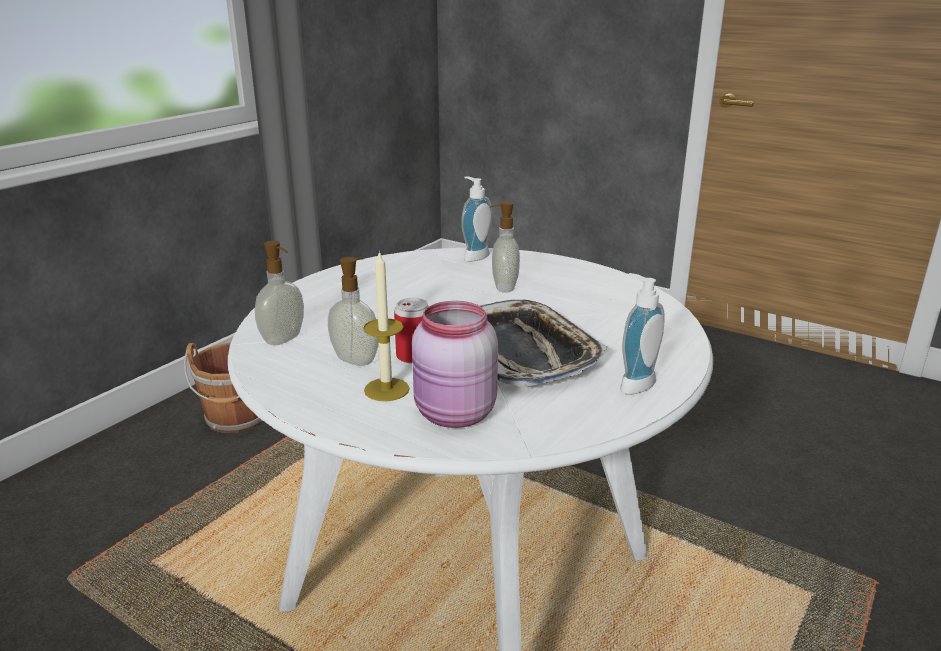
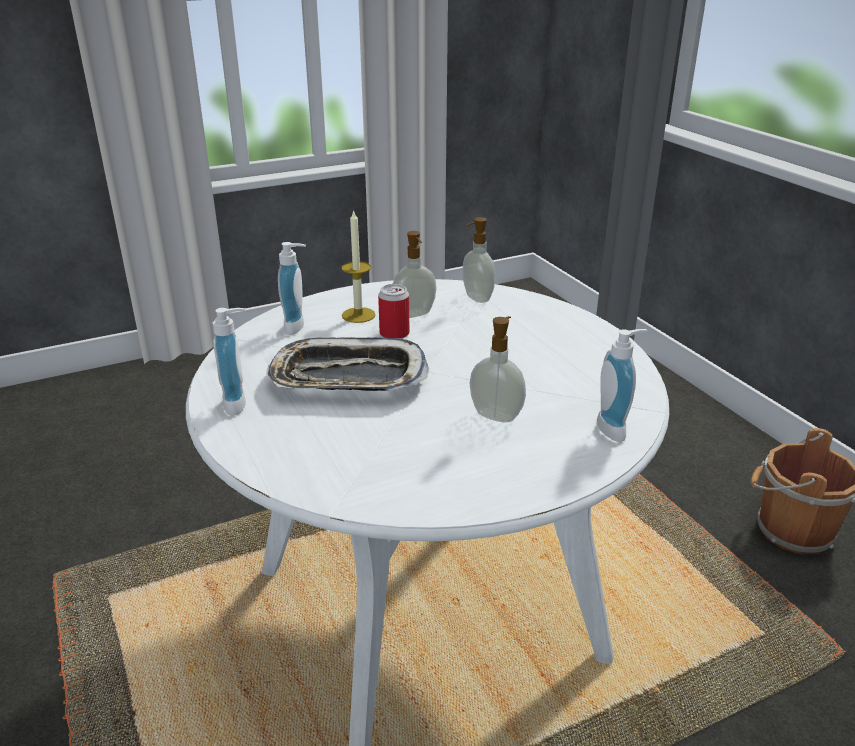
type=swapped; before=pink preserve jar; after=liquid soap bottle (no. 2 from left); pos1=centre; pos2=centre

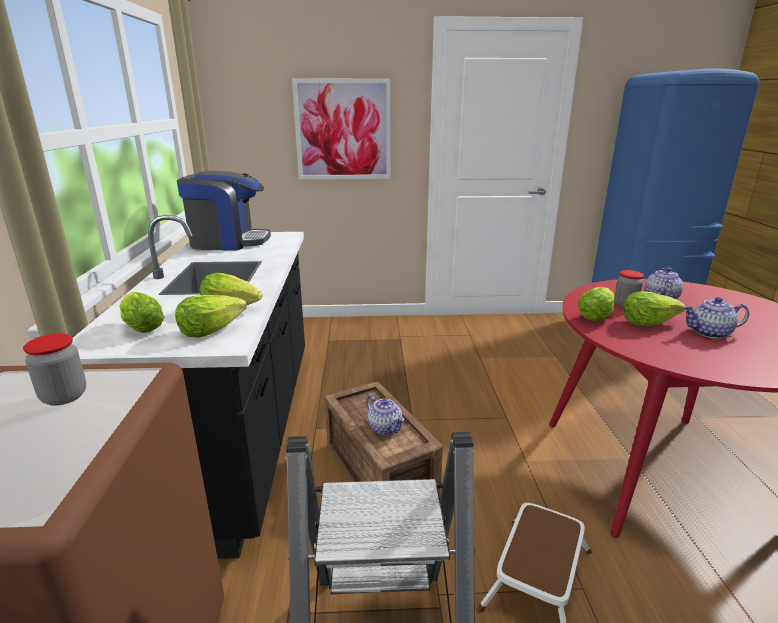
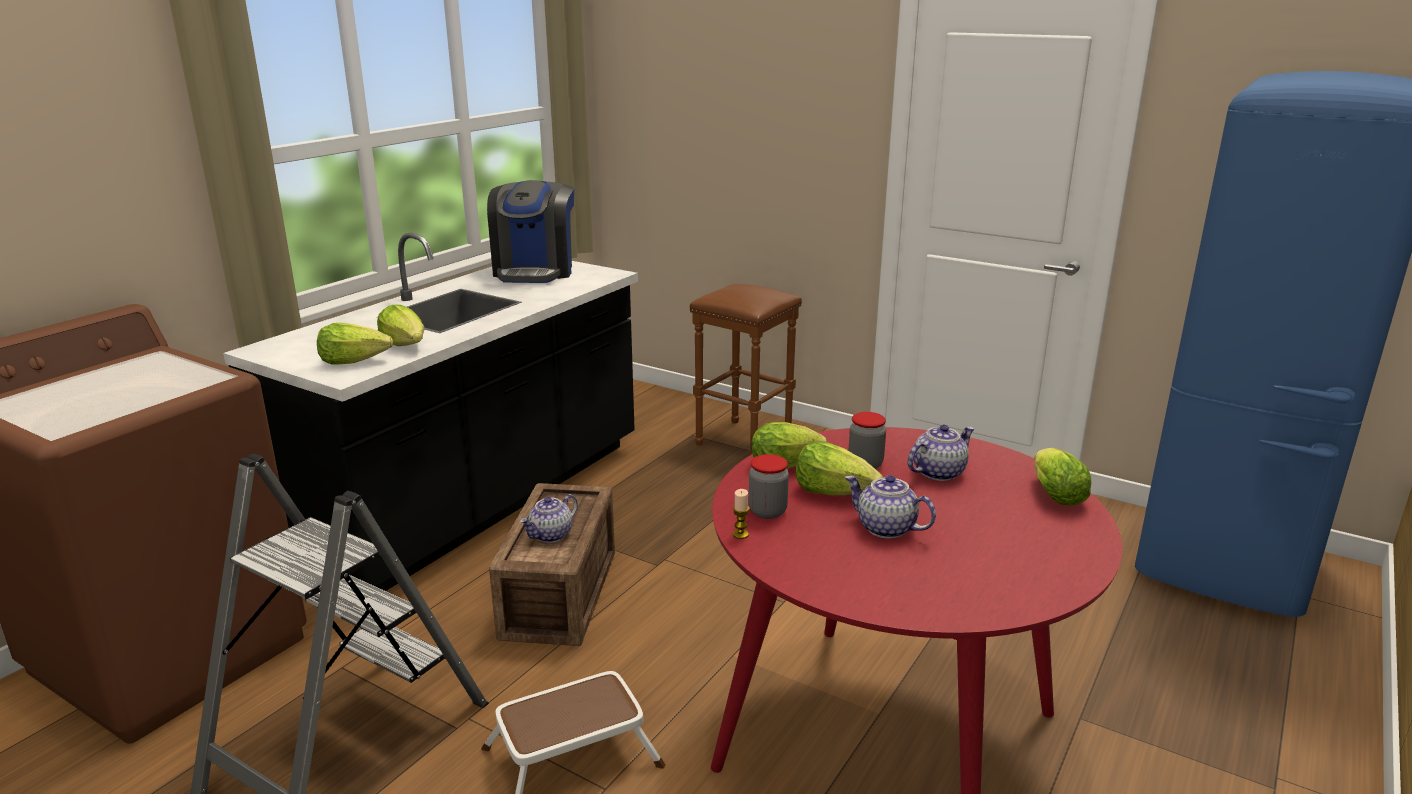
type=gone; before=wall art; pos1=top centre
type=new; after=brown stool; pos2=centre
type=new; after=wax light; pos2=centre
type=shifted; before=preserve jar (no. 1 from left); pos1=middle left; pos2=centre
type=shifted; before=lettuce head (no. 1 from left in the first image); after=lettuce head (no. 5 from left); pos1=middle left; pos2=middle right
type=rotated; before=coffee maker; pos1=middle left; pos2=top centre; turn=60
type=rotated; before=pot for tea (no. 1 from left); pos1=centre; pos2=centre; turn=45

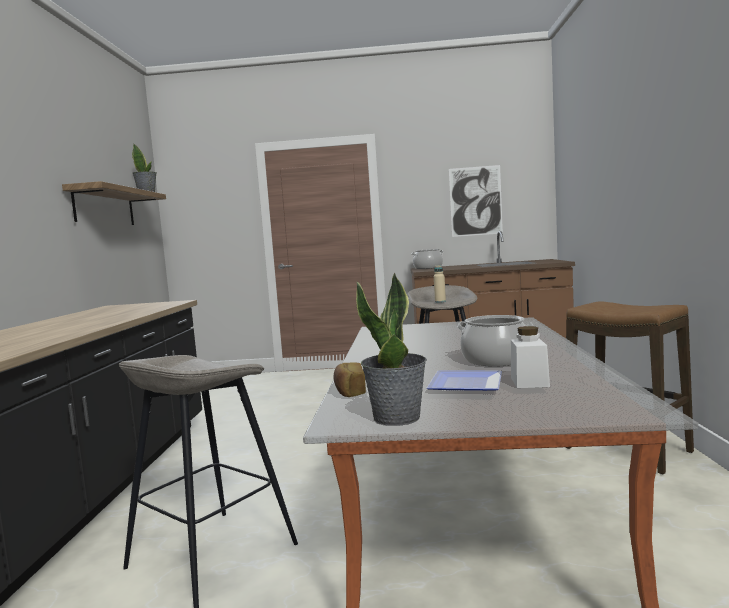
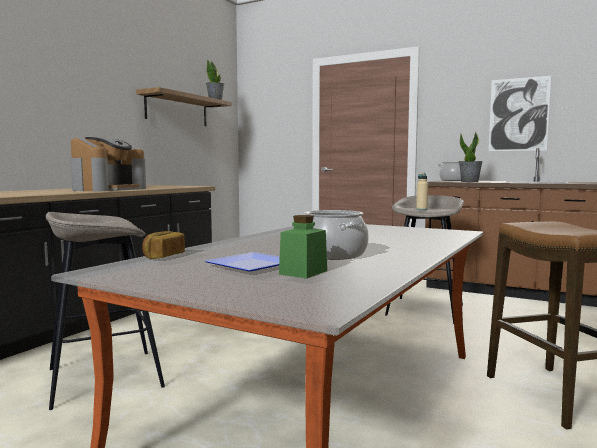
type=new; after=coffee maker; pos2=middle left
type=shifted; before=potted plant (no. 2 from left); pos1=centre; pos2=middle right
type=repainted; before=white preserve jar; after=greenish preserve jar; pos1=middle right; pos2=centre

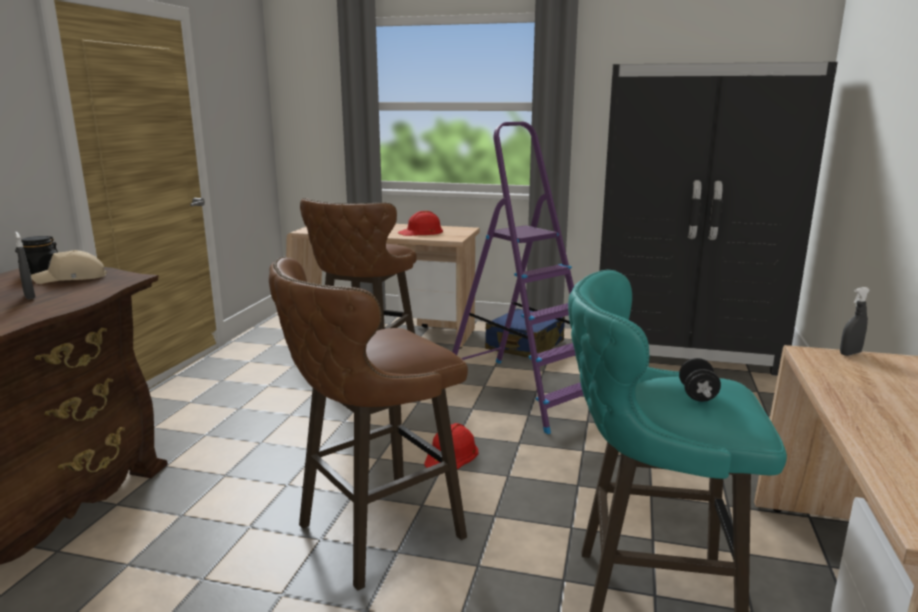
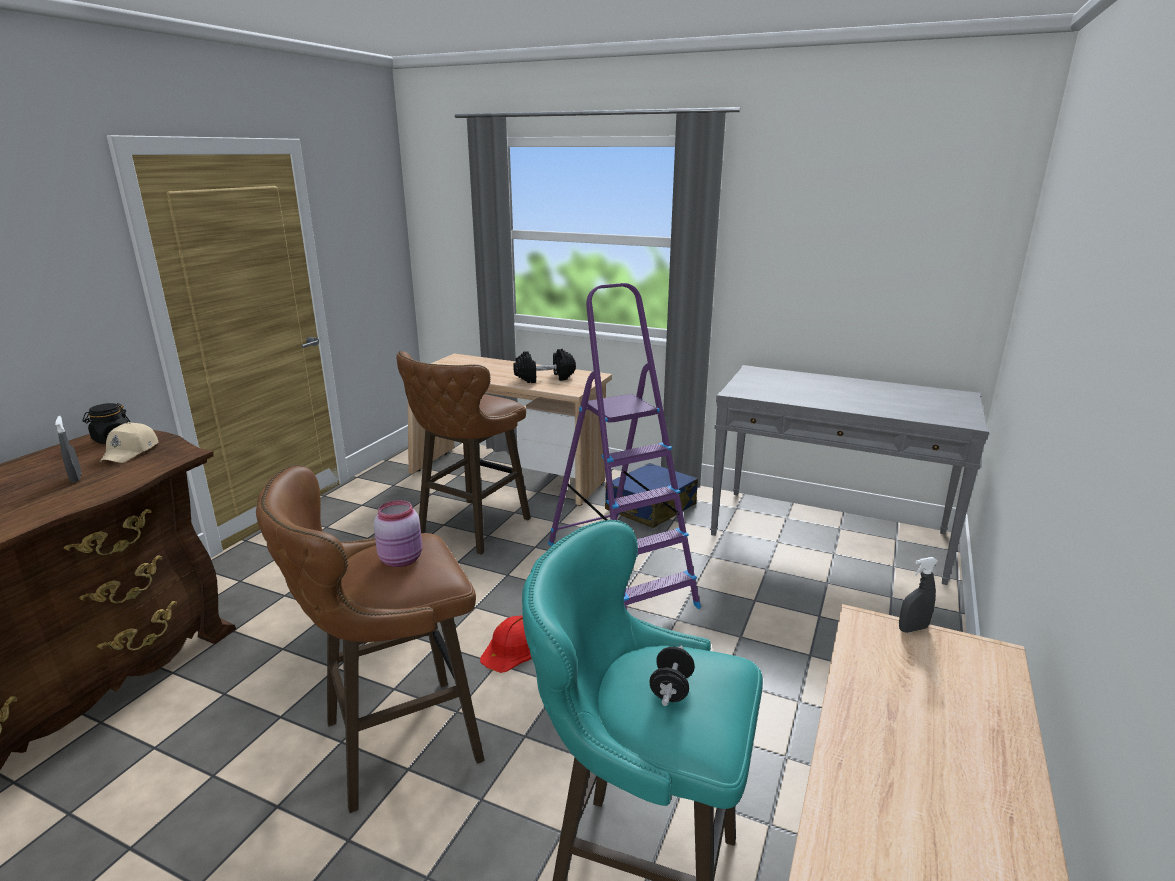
type=new; after=pink preserve jar; pos2=centre
type=swapped; before=red hard hat (no. 1 from left); after=black-coloured dumbbell (no. 1 from left); pos1=centre; pos2=centre
type=swapped; before=black-coloured storage cabinet; after=gray console table; pos1=middle right; pos2=middle right
type=rotated; before=beige-coloured baseball cap; pos1=middle left; pos2=middle left; turn=-75

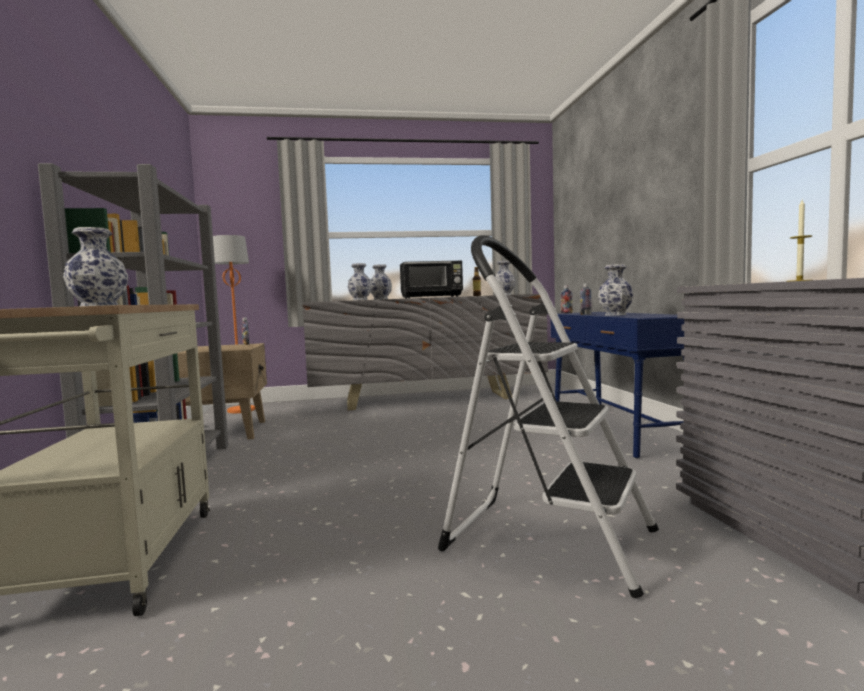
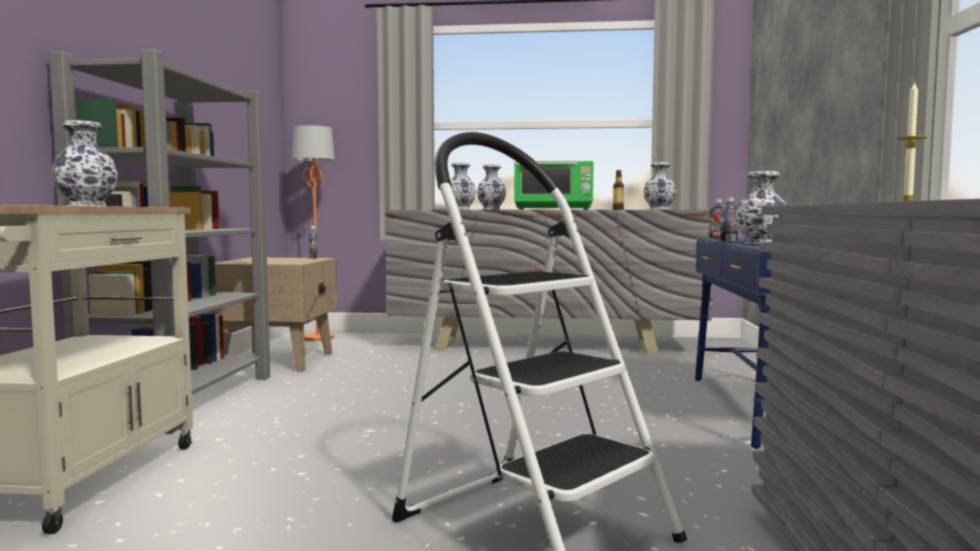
type=repainted; before=black-coloured microwave; after=greenish microwave; pos1=centre; pos2=centre

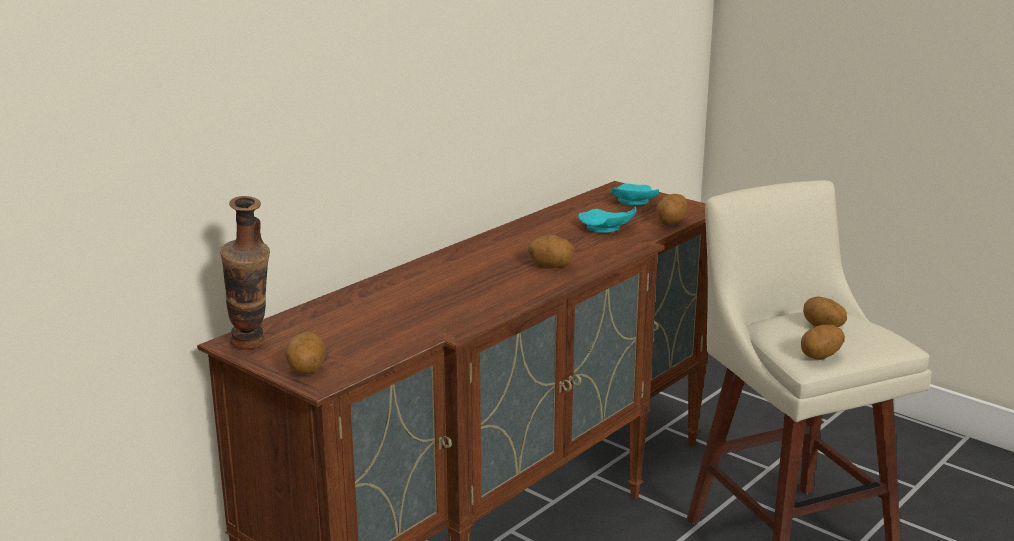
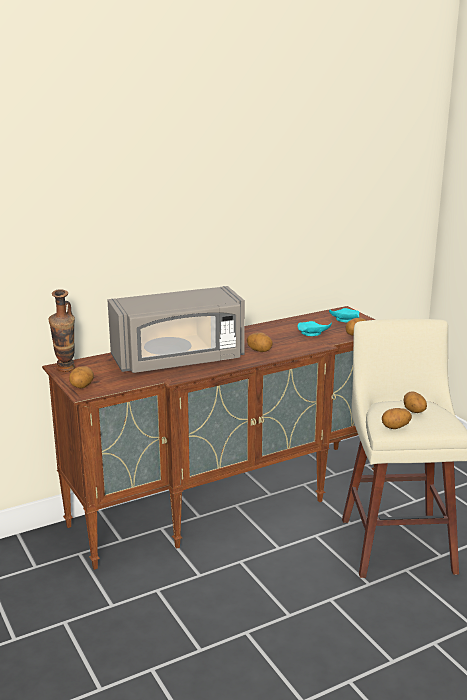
type=new; after=gray microwave; pos2=centre

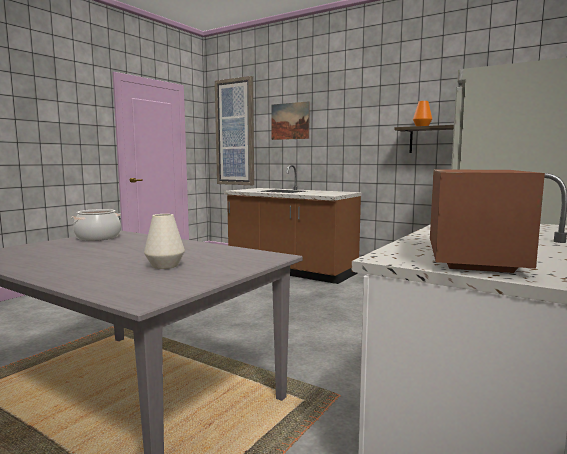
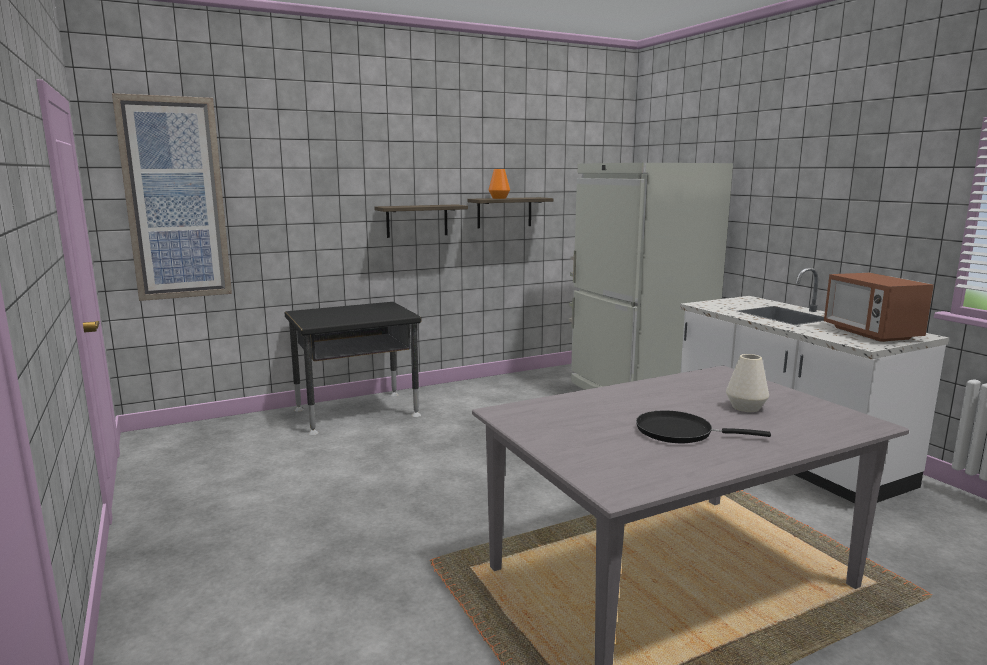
type=gone; before=saucepot; pos1=middle left
type=gone; before=wall art (no. 2 from left); pos1=top centre
type=new; after=bracket shelf (no. 1 from left); pos2=top centre
type=new; after=black-coloured skillet; pos2=middle right
type=swapped; before=brown kitchen base unit; after=black-coloured desk unit; pos1=centre; pos2=centre
type=rotated; before=microwave; pos1=middle right; pos2=middle right; turn=-150

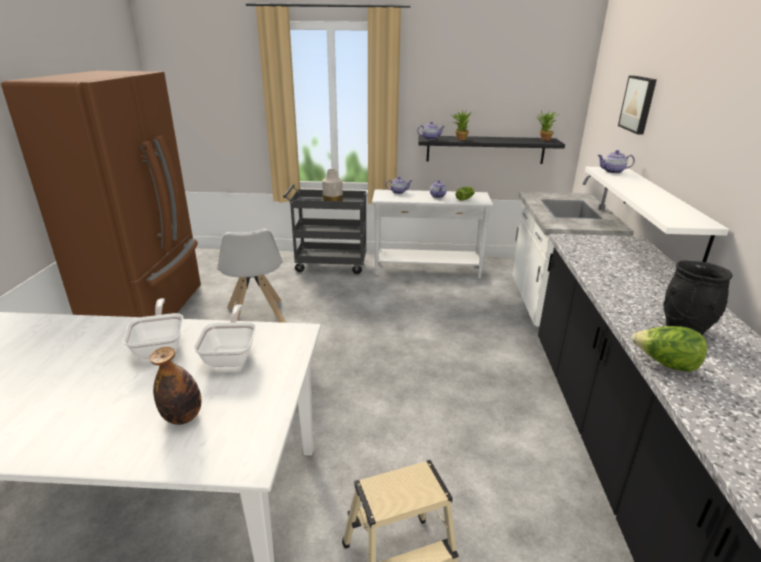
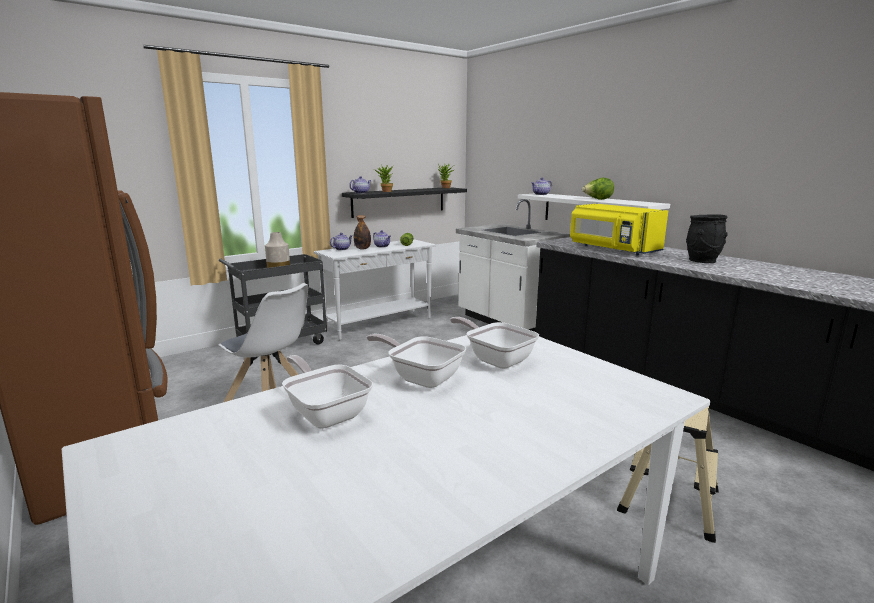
type=gone; before=wall art; pos1=top right
type=new; after=skillet (no. 1 from left); pos2=centre
type=new; after=yellow microwave; pos2=middle right
type=shifted; before=drink bottle; pos1=bottom left; pos2=centre
type=shifted; before=lettuce head (no. 2 from left); pos1=middle right; pos2=top right

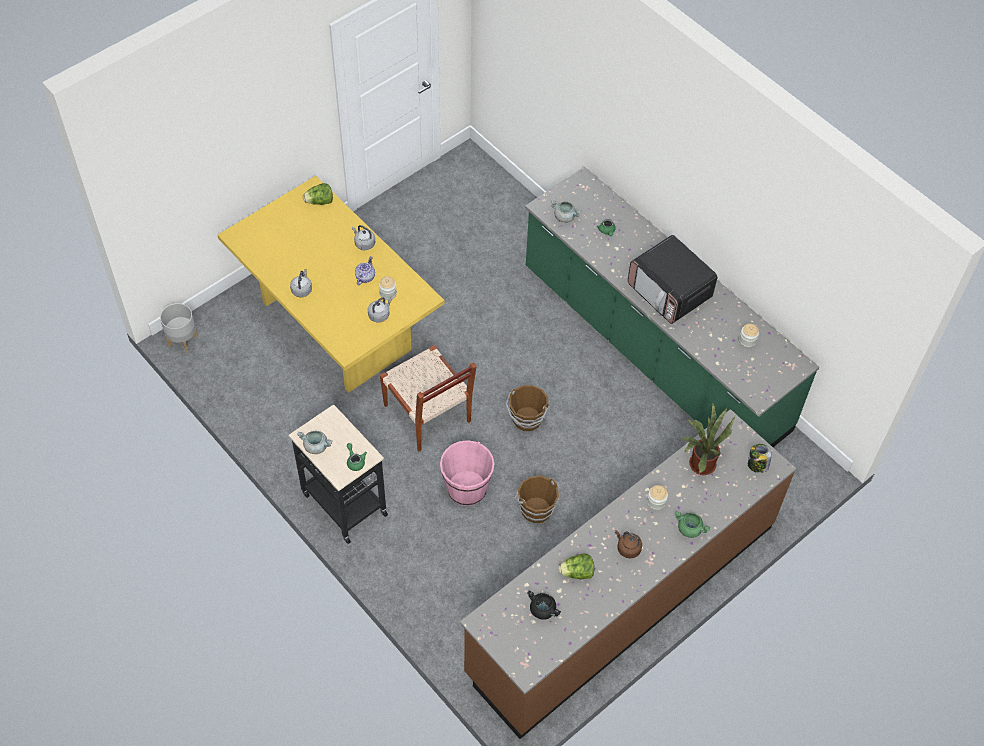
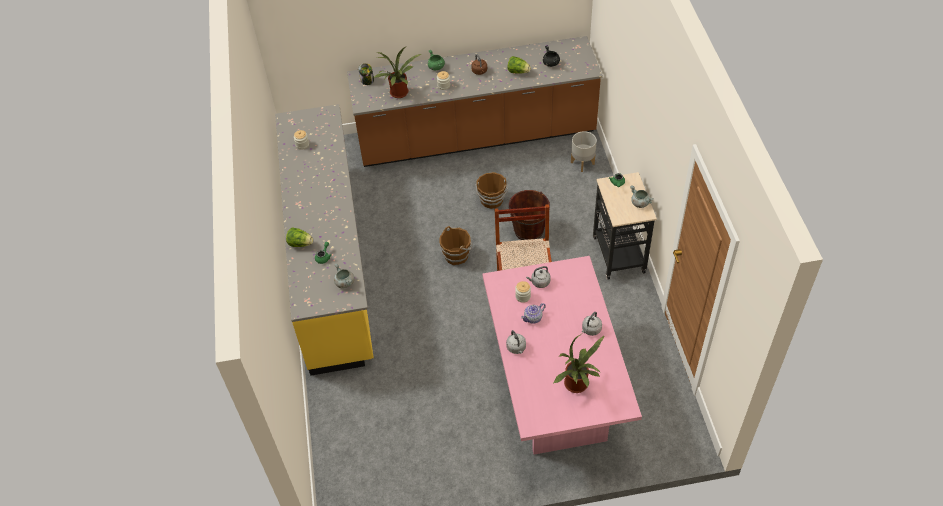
type=gone; before=microwave; pos1=middle right
type=new; after=potted plant (no. 2 from left); pos2=bottom centre
type=shifted; before=gray flower pot; pos1=middle left; pos2=top centre
type=shifted; before=lettuce head (no. 1 from left); pos1=top left; pos2=middle left
type=repainted; before=yellow kitchen table; after=pink kitchen table; pos1=centre; pos2=bottom centre
type=repainted; before=pink bucket; after=brown bucket (no. 3 from left); pos1=centre; pos2=centre
type=repainted; before=greenish kitchen base unit; after=yellow kitchen base unit; pos1=middle right; pos2=centre

